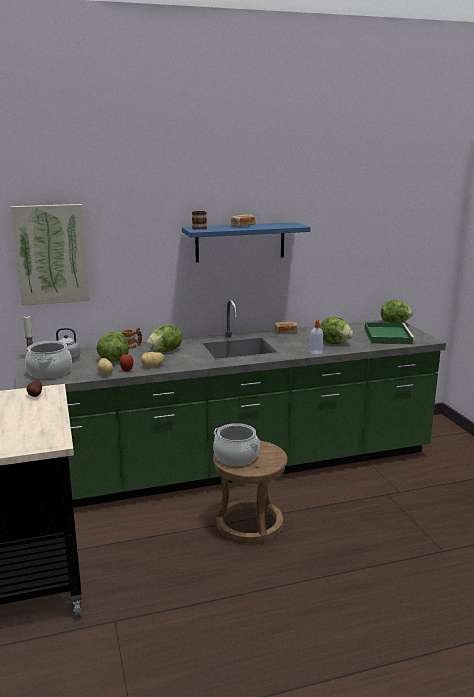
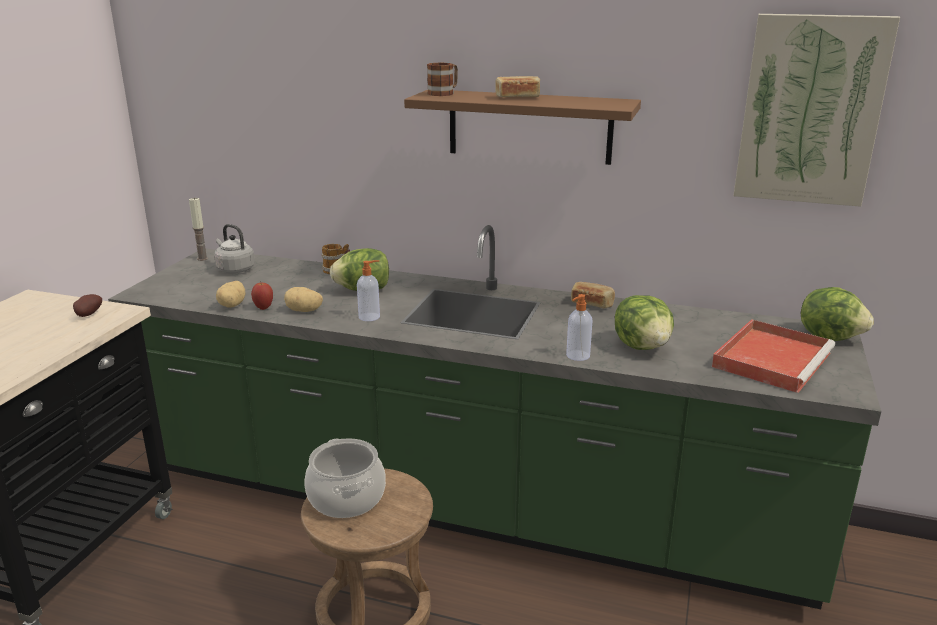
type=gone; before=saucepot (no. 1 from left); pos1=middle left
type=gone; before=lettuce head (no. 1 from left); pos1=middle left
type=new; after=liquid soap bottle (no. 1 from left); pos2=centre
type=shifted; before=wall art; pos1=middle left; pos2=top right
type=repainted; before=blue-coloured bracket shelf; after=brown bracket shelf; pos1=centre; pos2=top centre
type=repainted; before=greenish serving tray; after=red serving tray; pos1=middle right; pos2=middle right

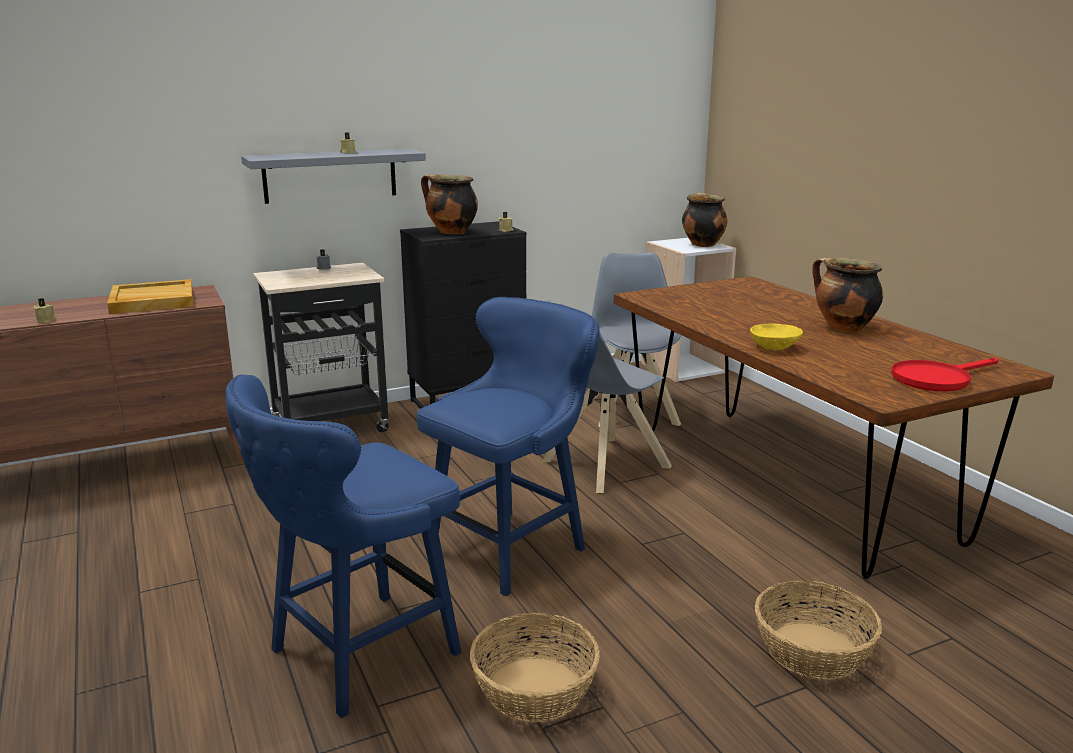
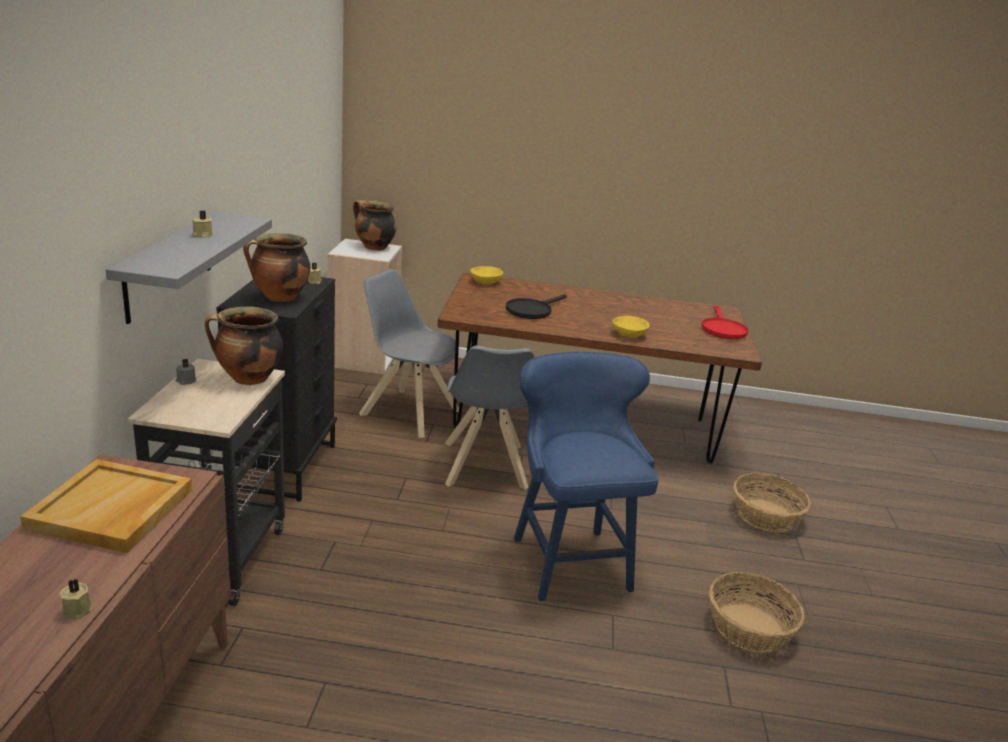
type=gone; before=blue-coloured stool (no. 1 from left); pos1=bottom left
type=new; after=yellow bowl (no. 1 from left); pos2=centre
type=new; after=black-coloured skillet; pos2=centre
type=shifted; before=saucepot (no. 3 from left in the first image); after=saucepot (no. 1 from left); pos1=middle right; pos2=middle left

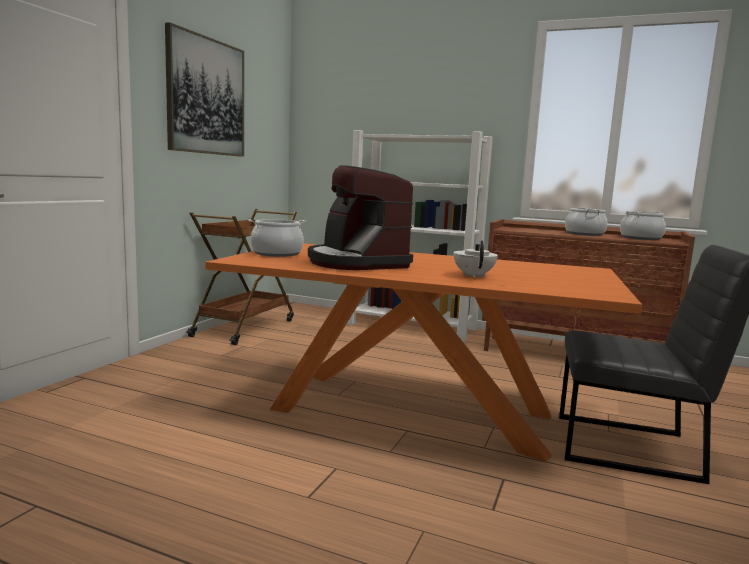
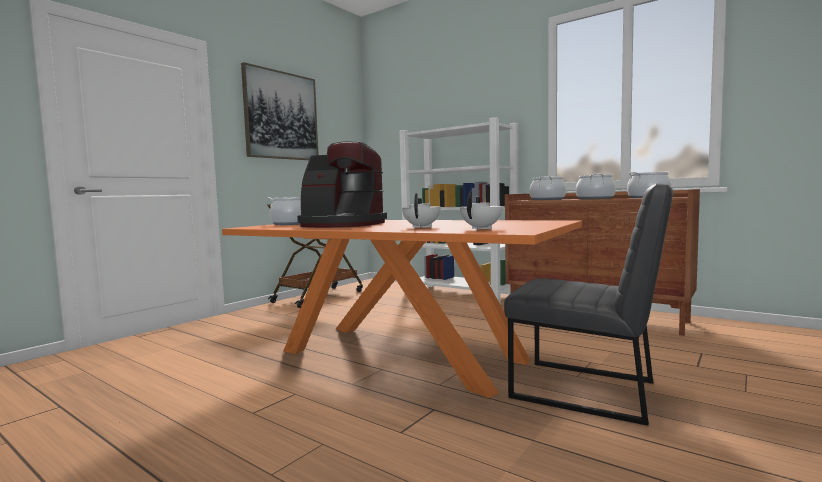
type=new; after=white pot for tea (no. 2 from left); pos2=centre
type=new; after=saucepot (no. 2 from left); pos2=centre
type=rotated; before=coffee maker; pos1=centre; pos2=centre; turn=-60

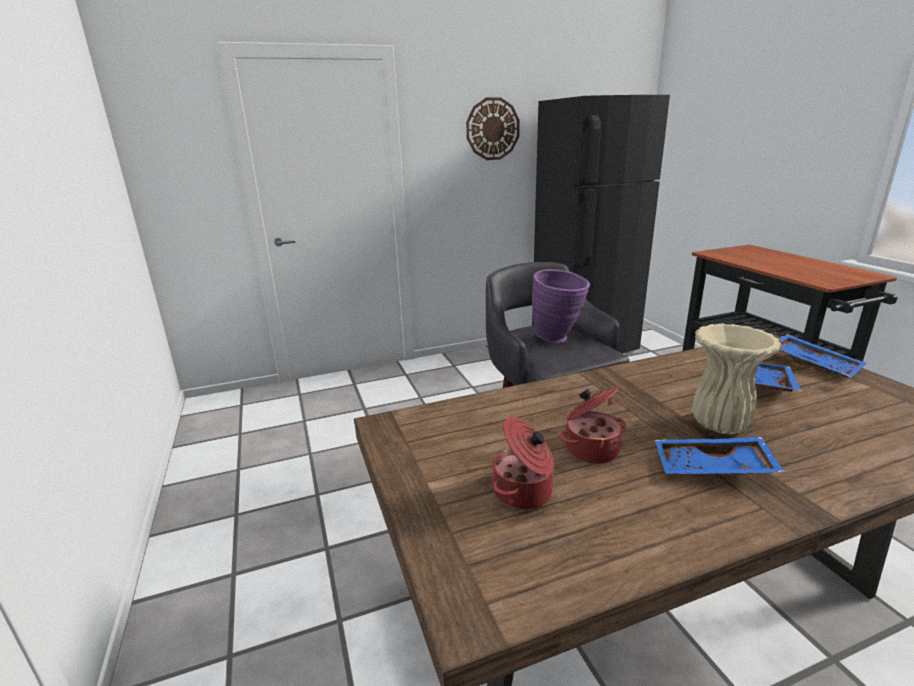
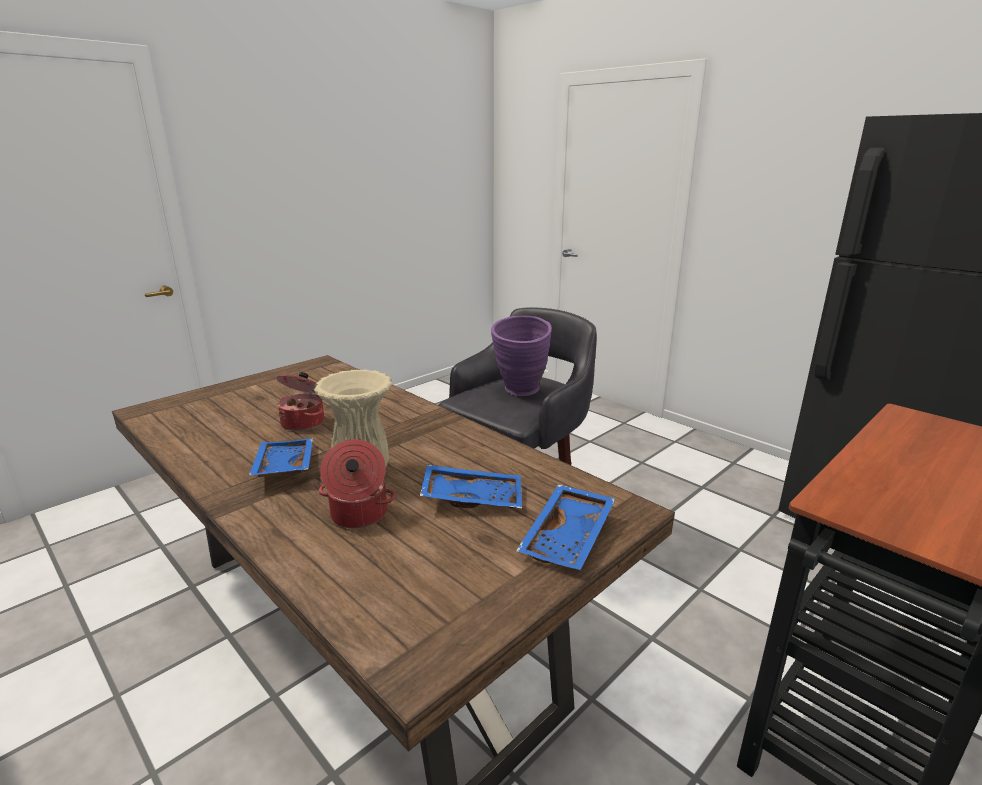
type=gone; before=clock on the wall; pos1=top centre
type=shifted; before=saucepot (no. 1 from left in the first image); after=saucepot (no. 2 from left); pos1=bottom centre; pos2=centre

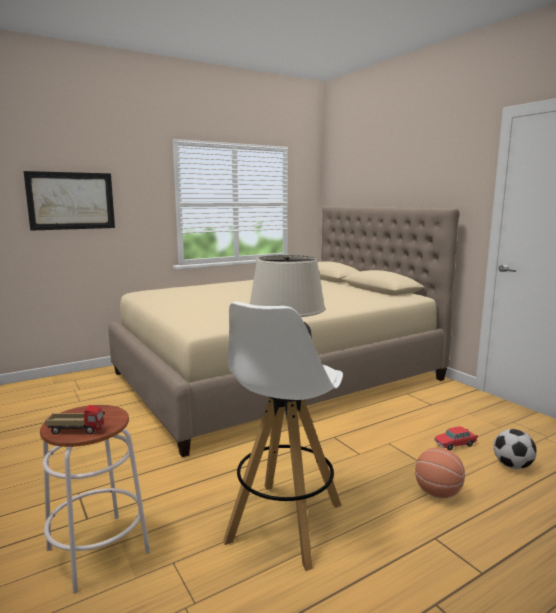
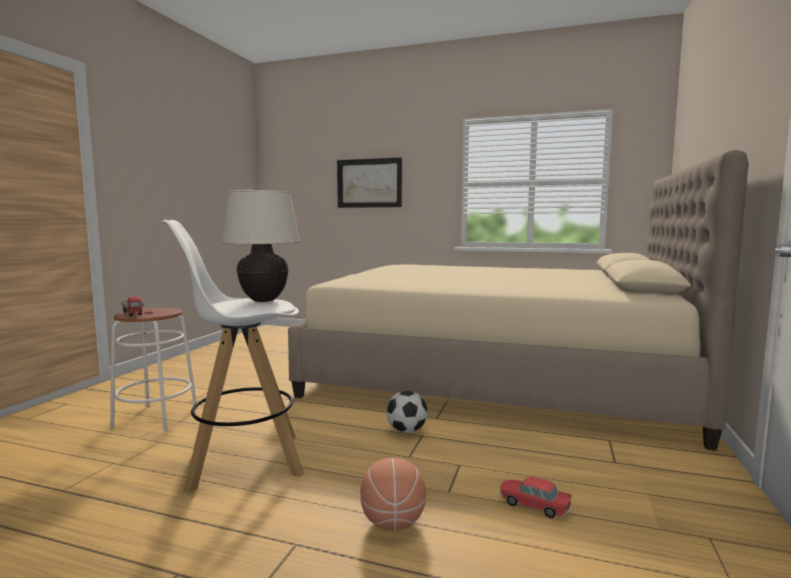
type=shifted; before=football; pos1=bottom right; pos2=bottom centre

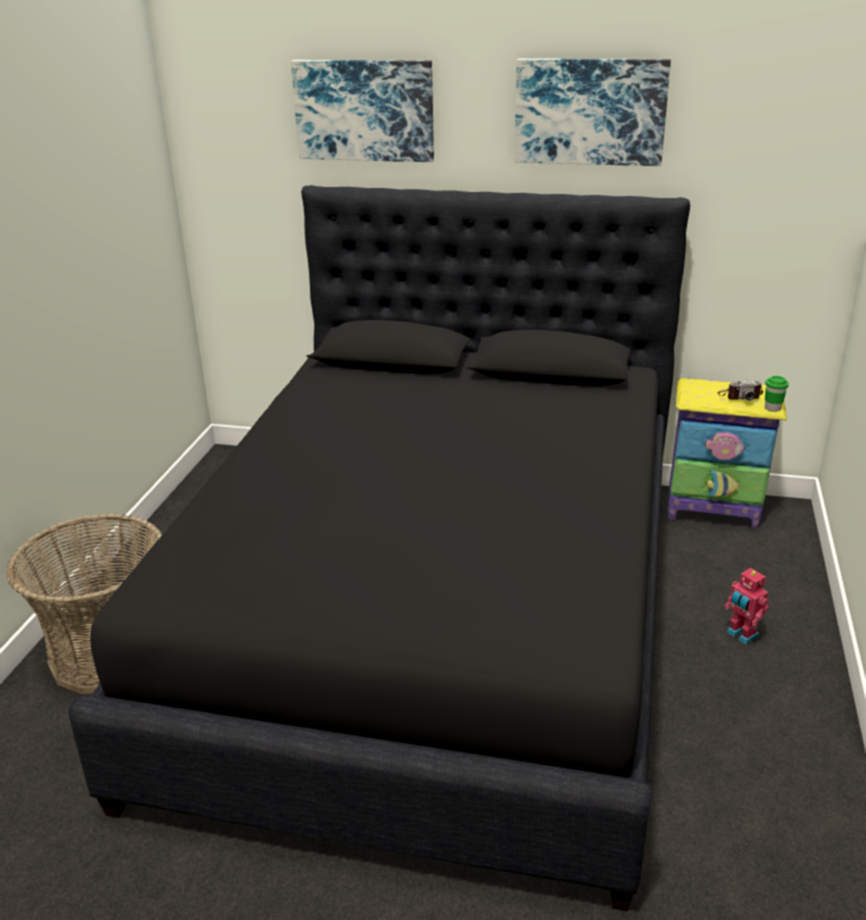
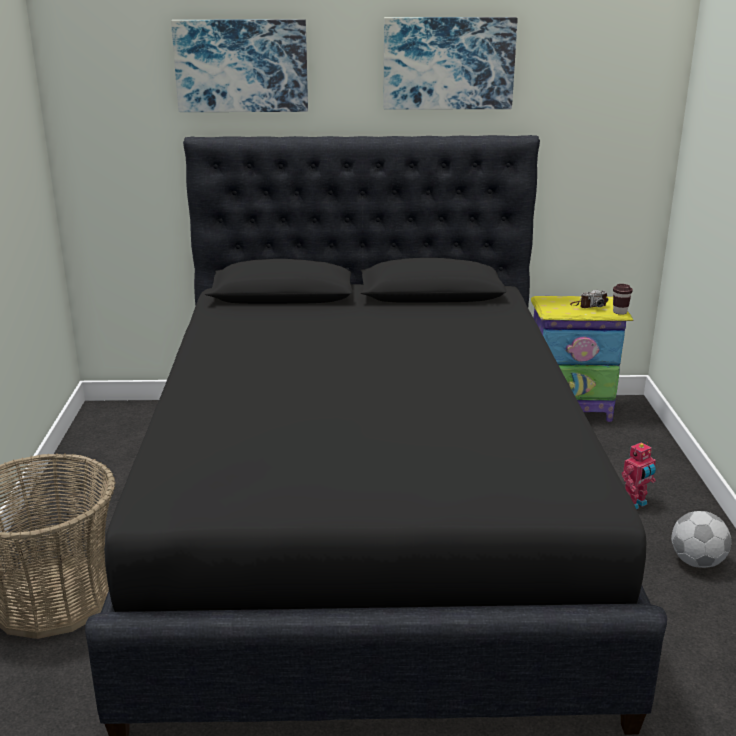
type=new; after=football; pos2=bottom right
type=repainted; before=greenish drinking cup; after=brown drinking cup; pos1=middle right; pos2=middle right
type=rotated; before=model robot; pos1=middle right; pos2=middle right; turn=-75

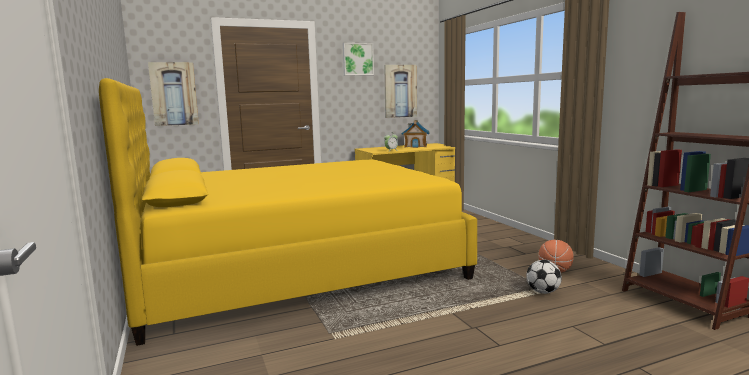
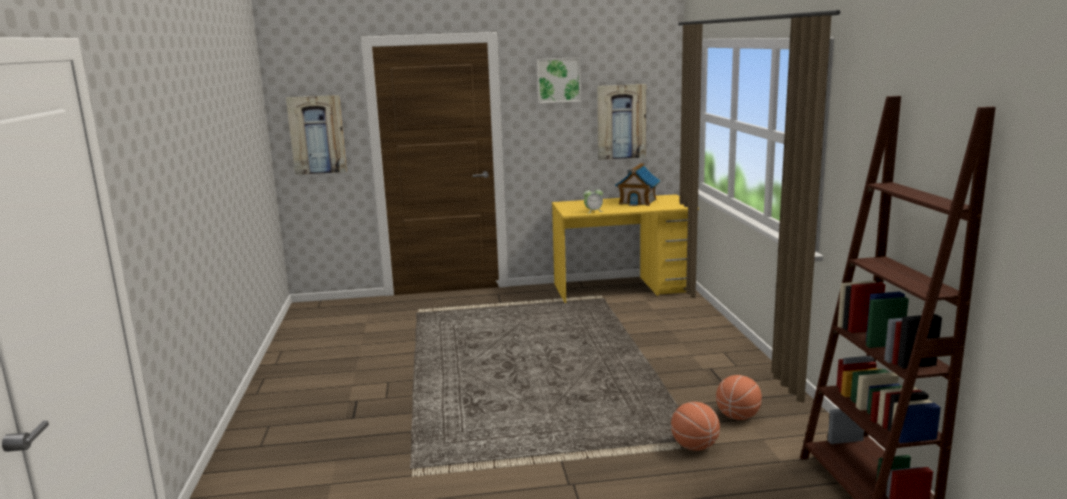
type=gone; before=yellow bedroom bed; pos1=centre
type=swapped; before=football; after=basketball (no. 1 from left); pos1=bottom right; pos2=bottom centre

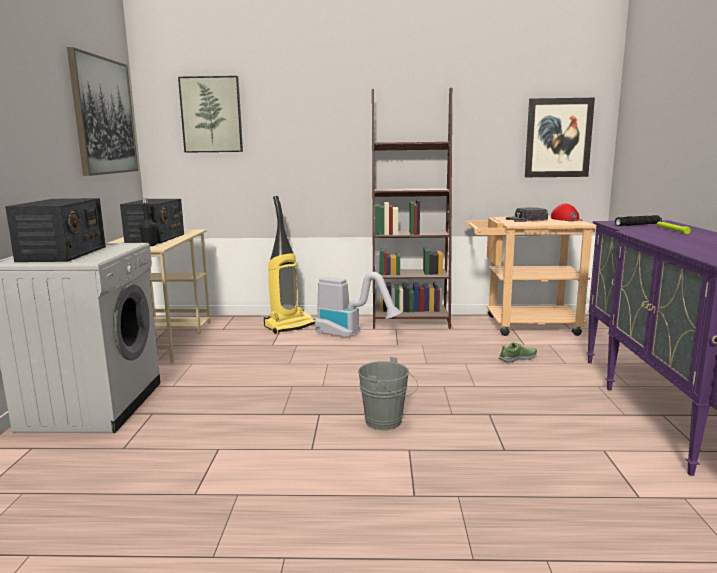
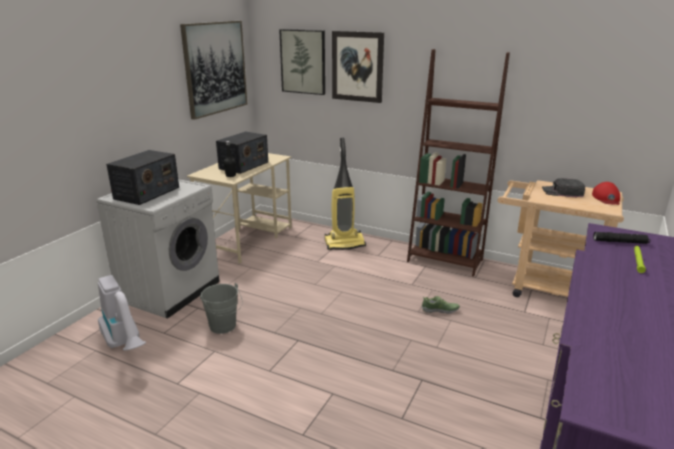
type=shifted; before=vacuum (no. 2 from left in the first image); after=vacuum (no. 1 from left); pos1=centre; pos2=bottom left
type=shifted; before=gray bucket; pos1=bottom centre; pos2=bottom left
type=shifted; before=low shoe; pos1=middle right; pos2=bottom centre
type=shifted; before=wall art (no. 3 from left); pos1=top right; pos2=top centre

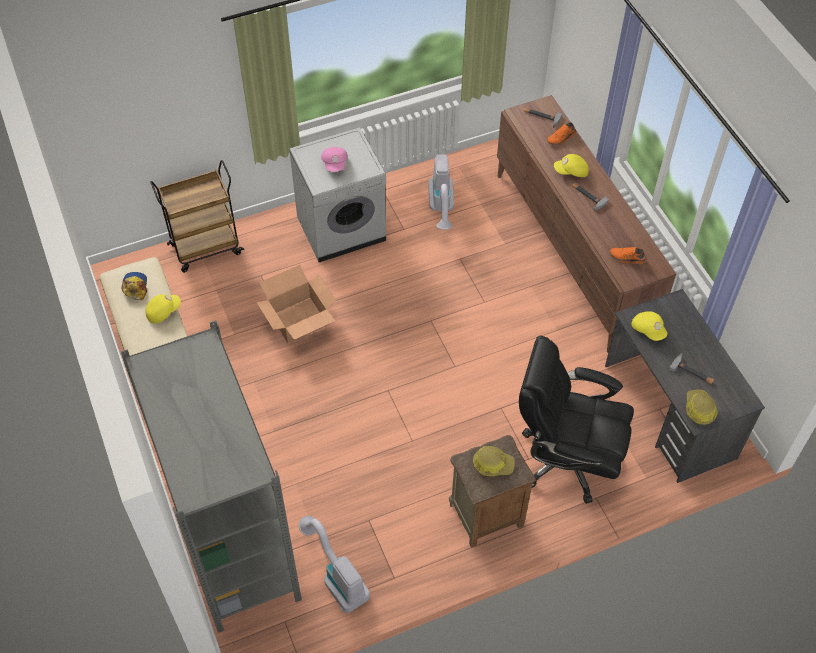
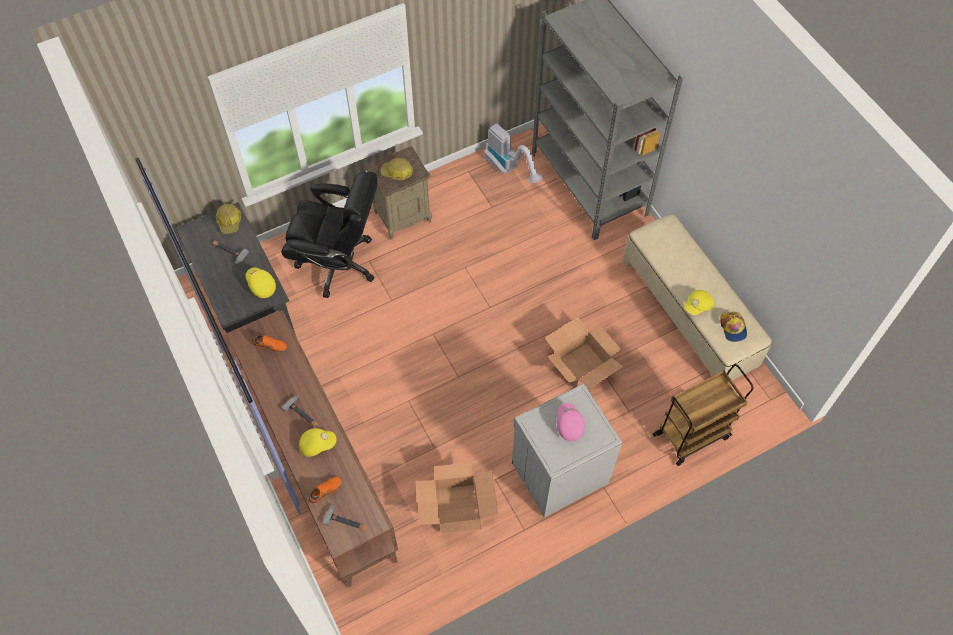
type=swapped; before=vacuum (no. 2 from left); after=cardboard box (no. 1 from left); pos1=top centre; pos2=bottom centre

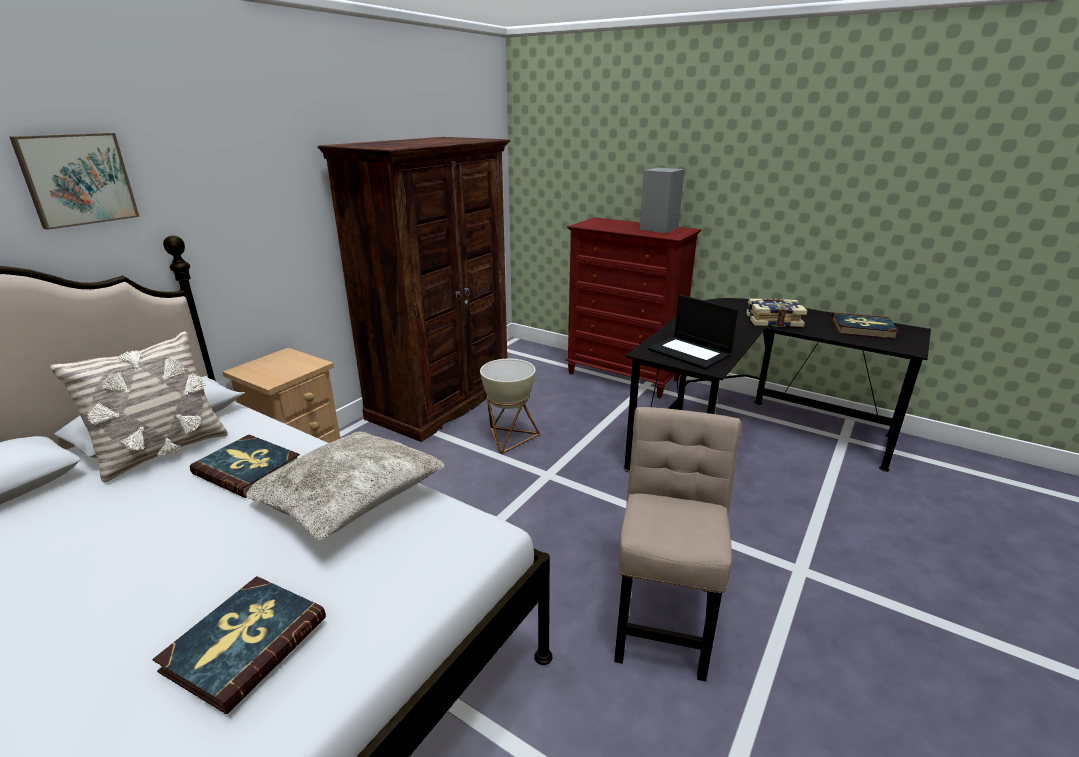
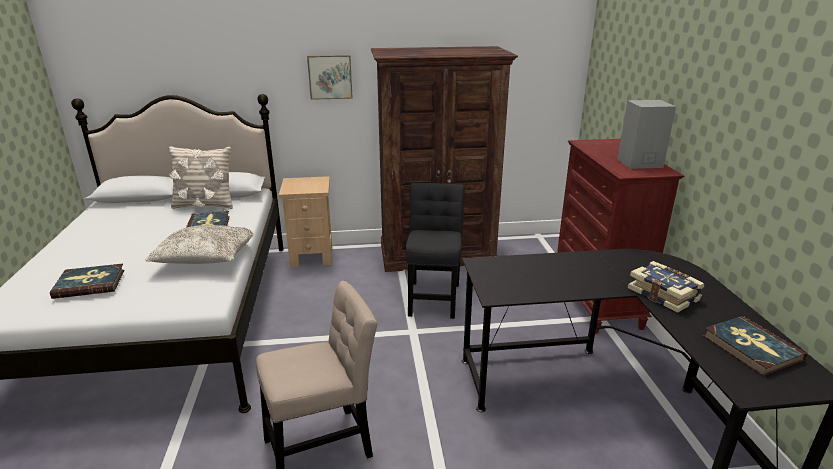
type=gone; before=notebook computer; pos1=centre
type=shifted; before=wall art; pos1=top left; pos2=top centre
type=swapped; before=flower pot; after=black-coloured chair; pos1=centre; pos2=centre

